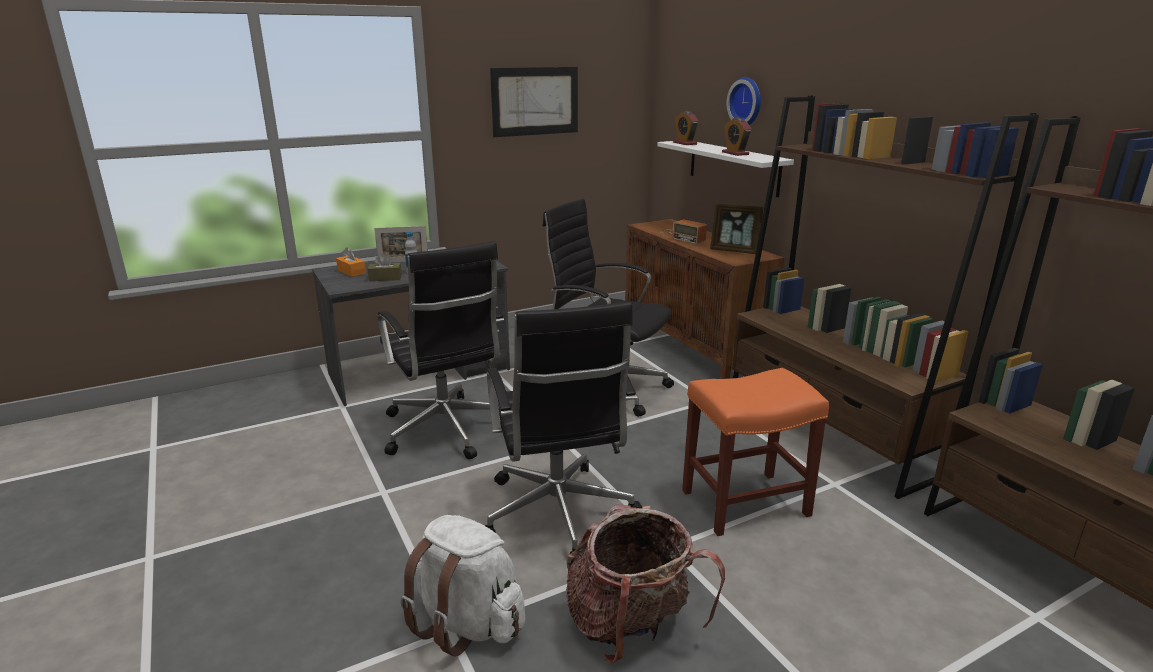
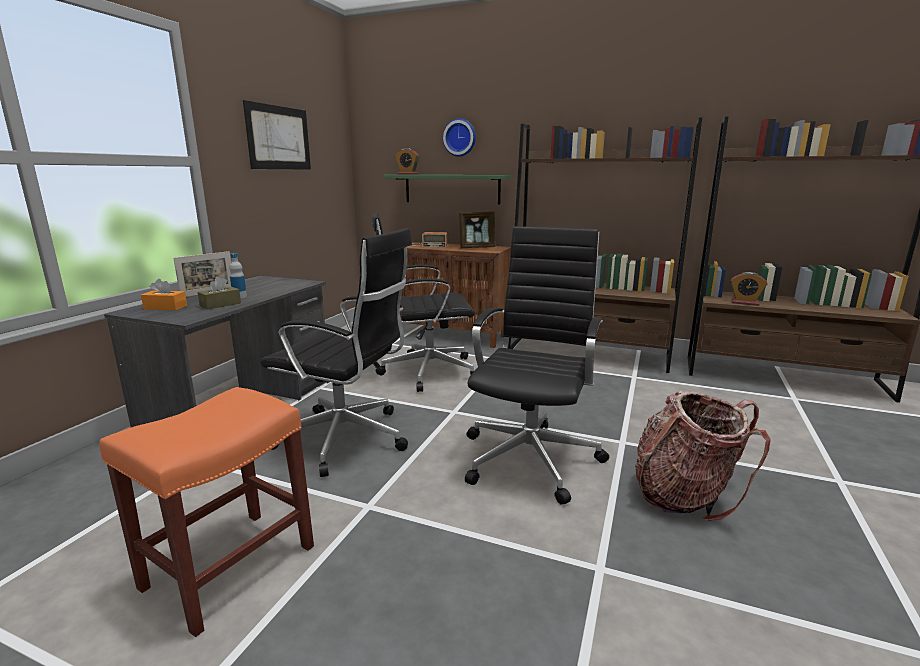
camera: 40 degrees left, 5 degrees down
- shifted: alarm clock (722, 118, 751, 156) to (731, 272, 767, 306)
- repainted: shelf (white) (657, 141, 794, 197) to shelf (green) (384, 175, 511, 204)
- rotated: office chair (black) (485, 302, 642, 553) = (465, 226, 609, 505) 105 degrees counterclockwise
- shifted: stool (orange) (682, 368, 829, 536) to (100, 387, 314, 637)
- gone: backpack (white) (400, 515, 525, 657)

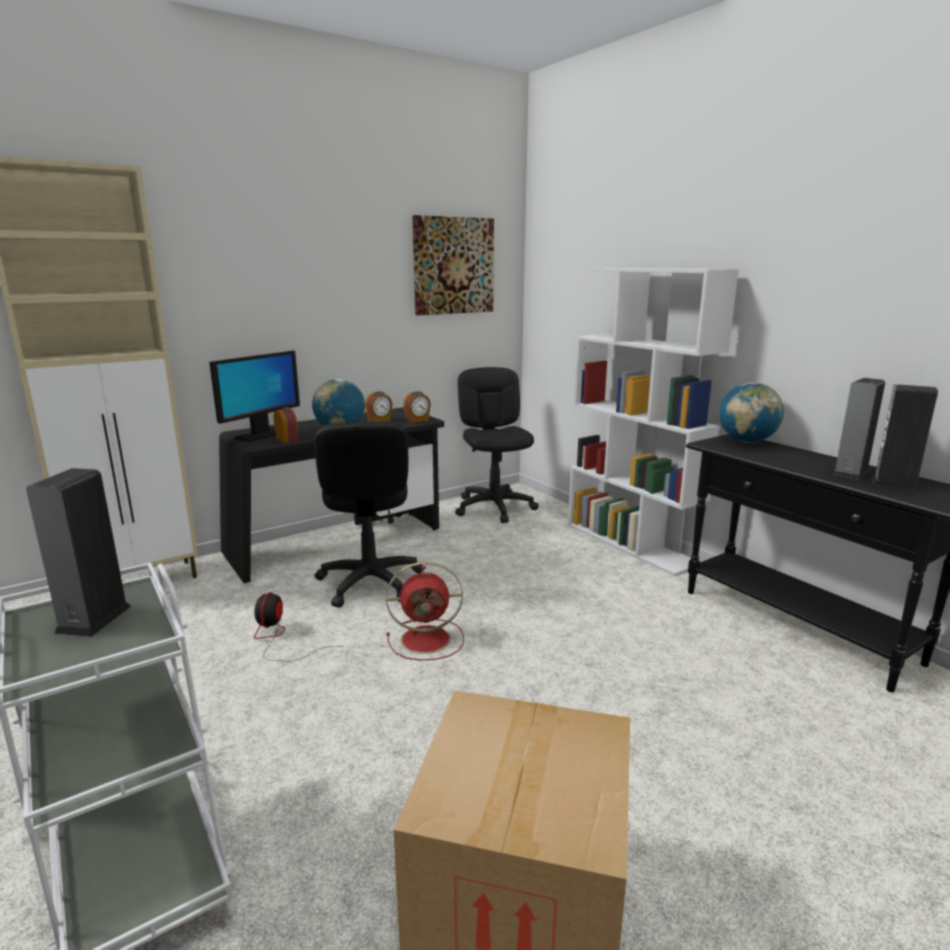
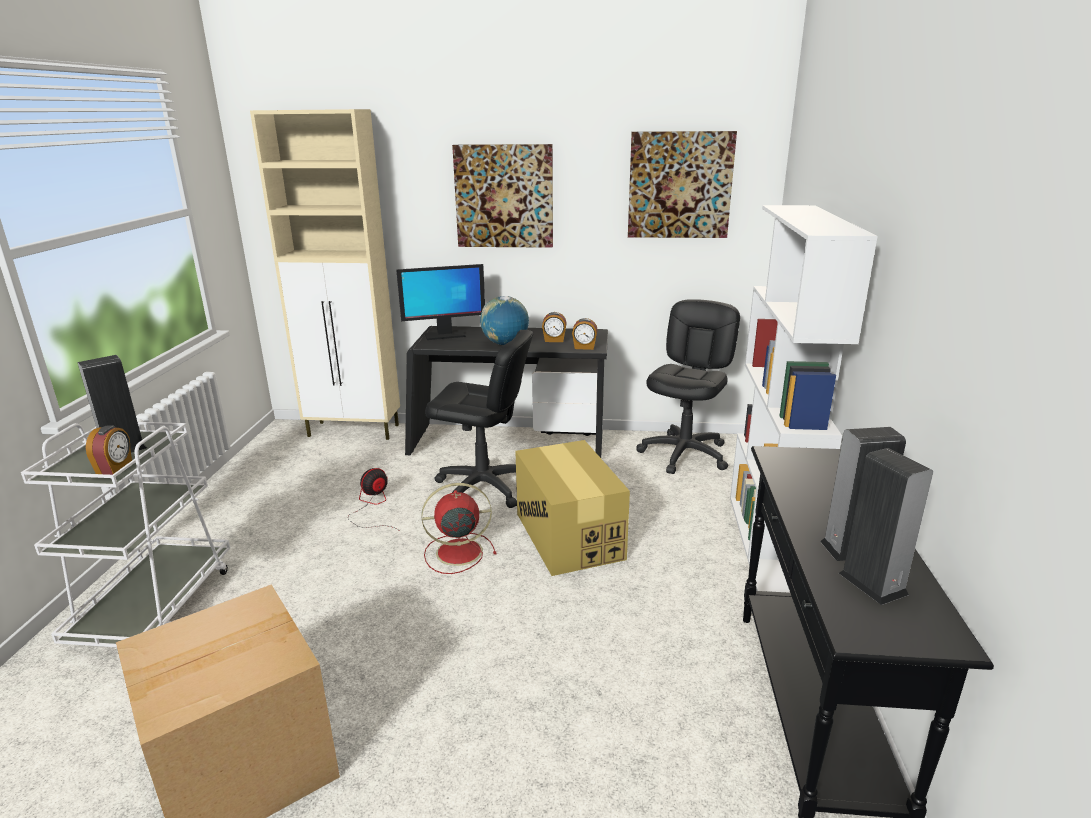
camera: 40 degrees right, 5 degrees up
- gone: globe (719, 382, 784, 443)
- shifted: alarm clock (273, 407, 298, 444) to (86, 425, 132, 475)
- rotated: office chair (black) (314, 421, 423, 607) = (425, 330, 533, 508) 105 degrees counterclockwise
- rotated: fan (red) (386, 562, 464, 661) = (421, 483, 497, 574) 135 degrees clockwise
- new: picture (452, 144, 553, 248)
- new: cardboard box (515, 440, 630, 576)

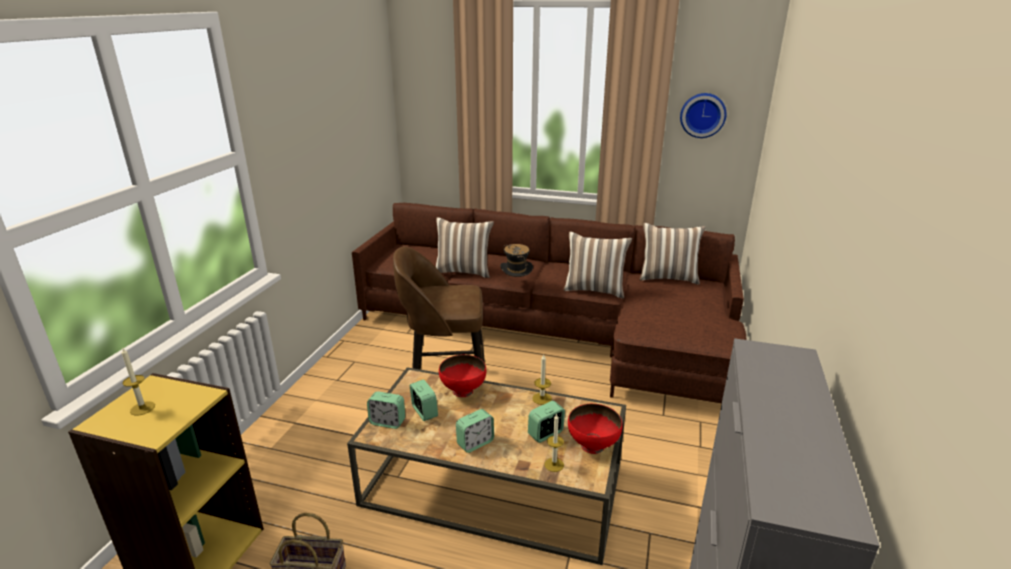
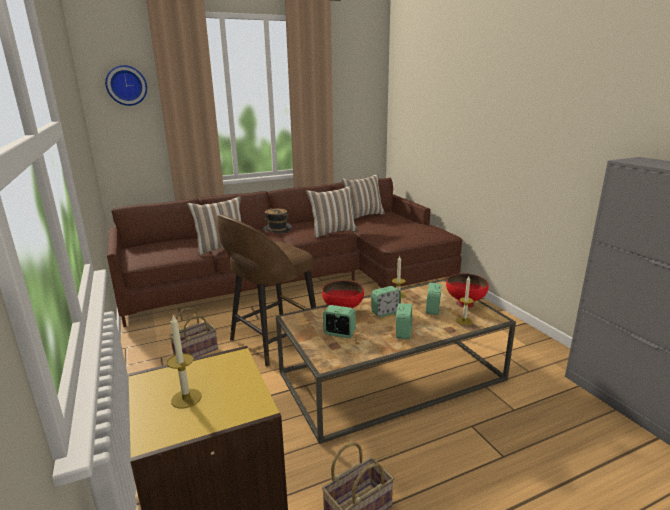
camera: 40 degrees left, 5 degrees down
- shifted: wall clock (680, 93, 727, 138) to (105, 65, 147, 106)
- shifted: alarm clock (367, 391, 405, 429) to (371, 286, 401, 317)
- new: basket (169, 308, 218, 358)

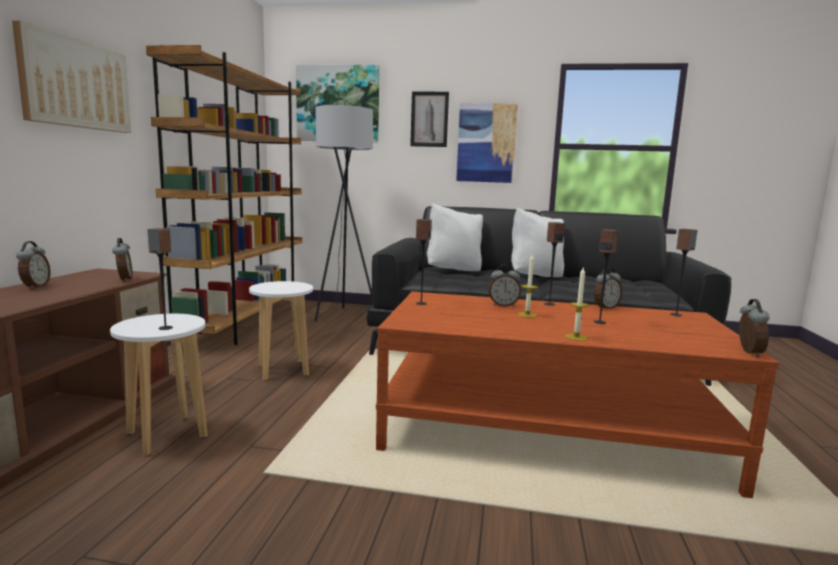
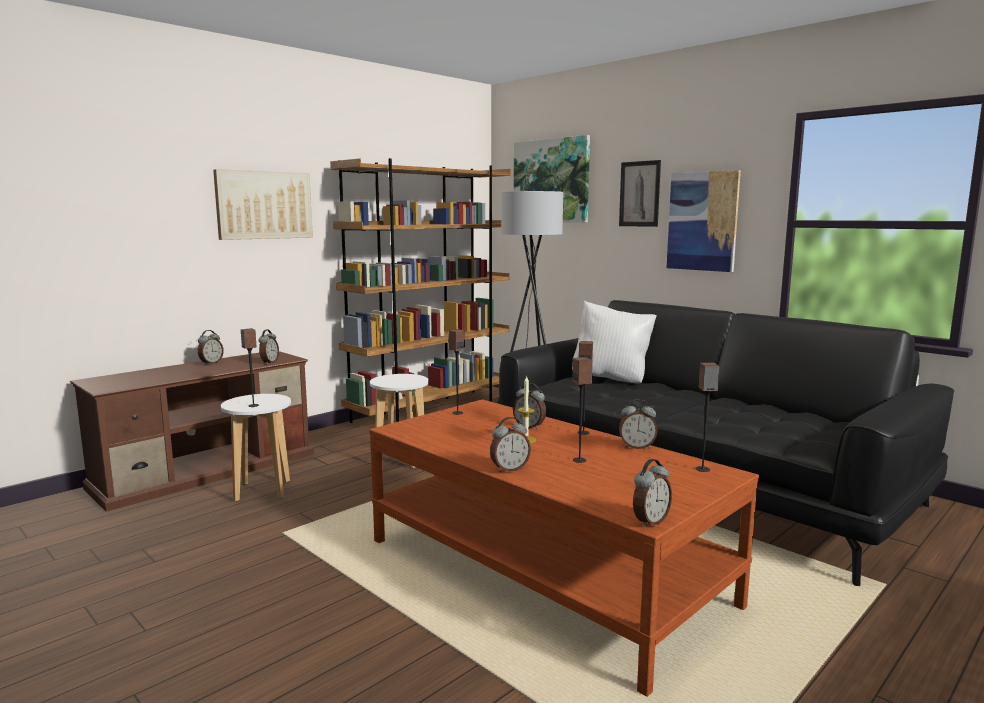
camera: 35 degrees right, 0 degrees up
- gone: pillow (white) (511, 208, 564, 277)
- swapped: candle (565, 268, 589, 341) to alarm clock (490, 417, 531, 472)

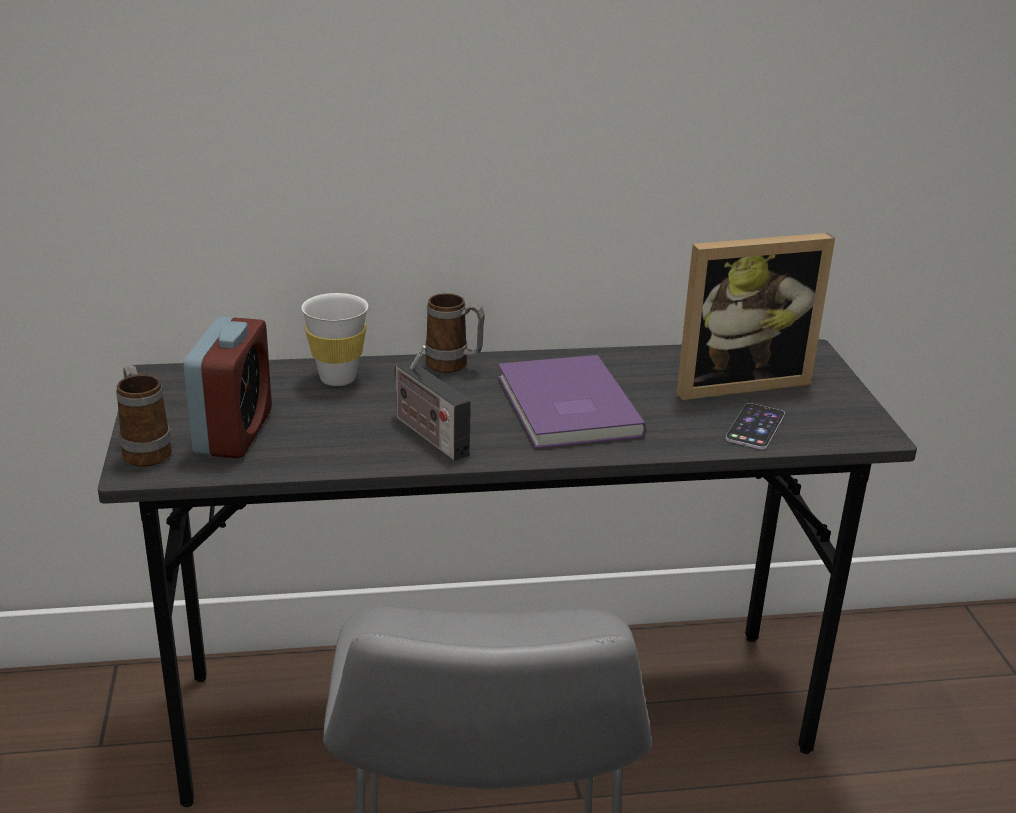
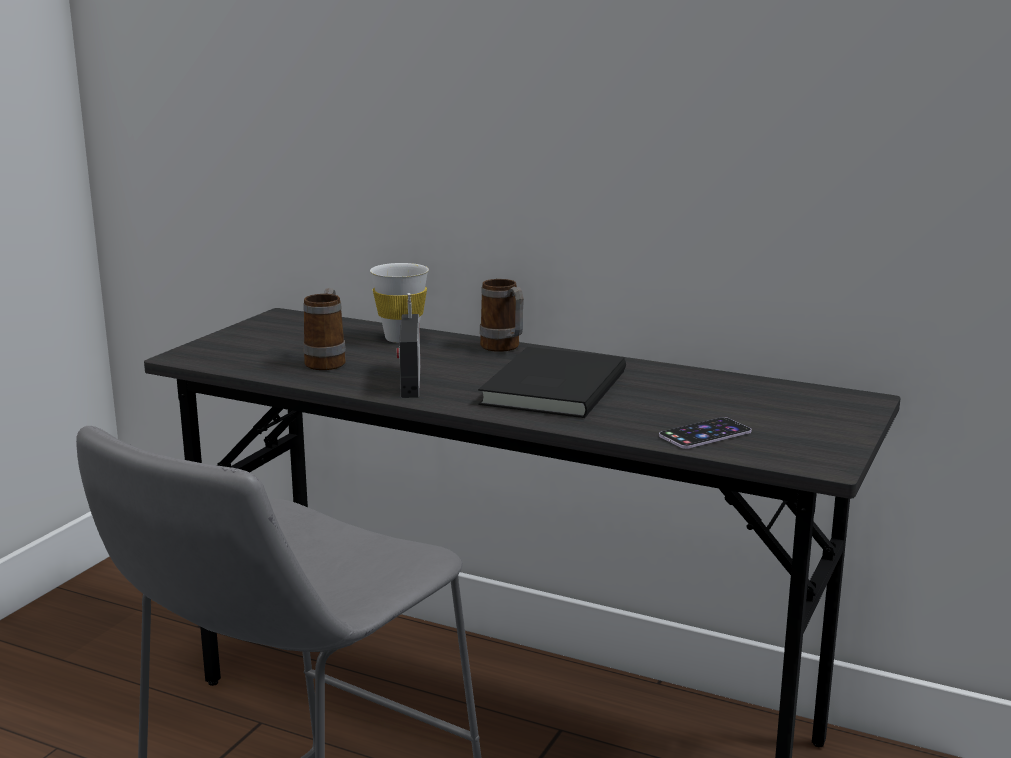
camera: 35 degrees right, 10 degrees down
- gone: picture frame (677, 233, 835, 400)
- gone: alarm clock (183, 317, 272, 458)
- repainted: book (purple) (498, 355, 646, 449) to book (black) (478, 347, 626, 418)
- shifted: mug (116, 365, 172, 466) to (303, 288, 346, 370)

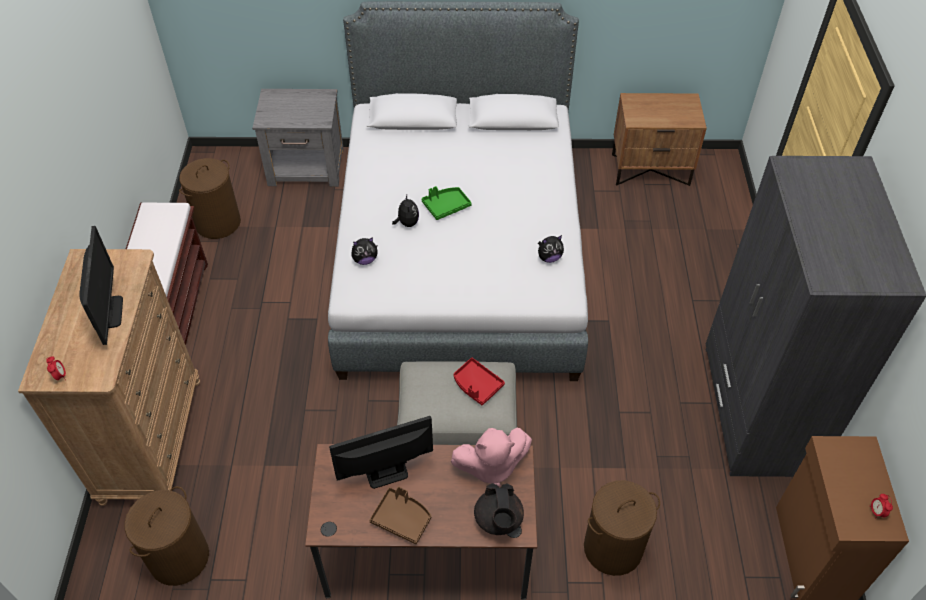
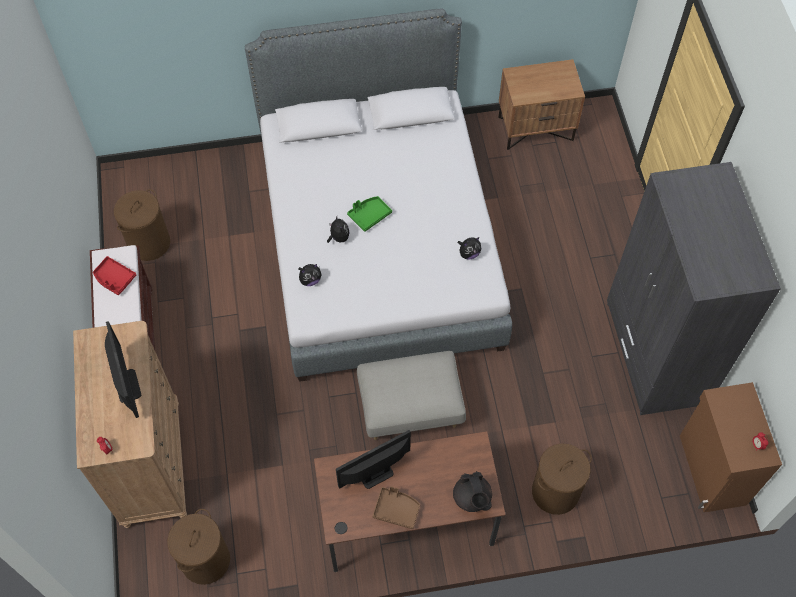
camera: 10 degrees left, 10 degrees up
- gone: nightstand (grey) (252, 89, 344, 187)
- shifted: tray (red) (453, 358, 505, 405) to (93, 256, 136, 295)
- gone: plush toy (pink) (451, 428, 532, 487)

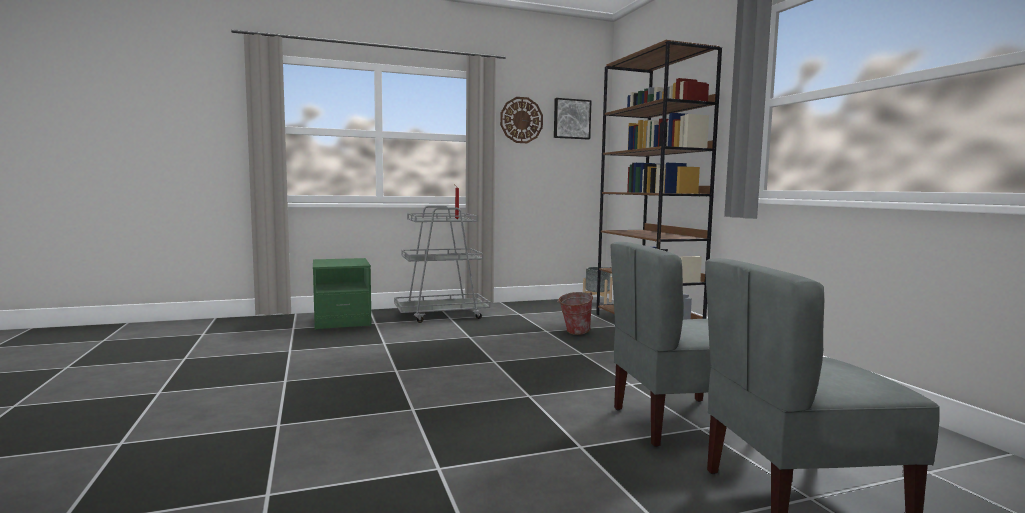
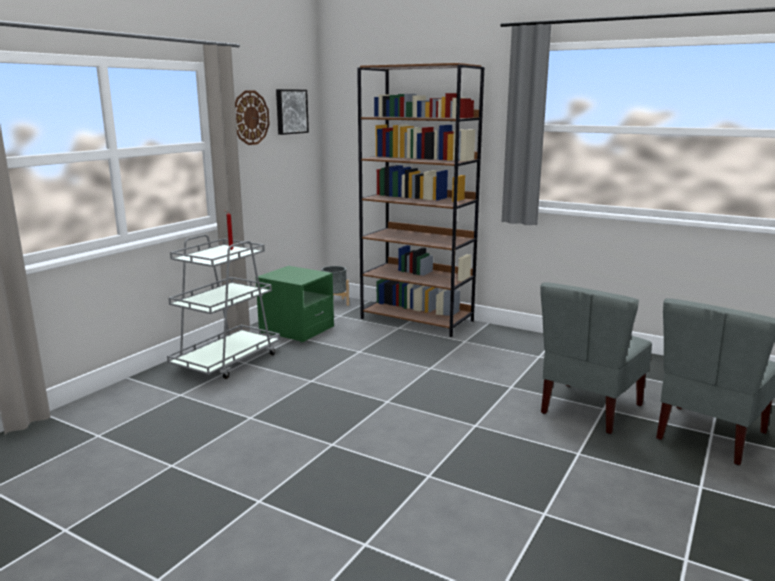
camera: 40 degrees left, 10 degrees up
- shifted: nightstand (green) (313, 258, 372, 330) to (256, 266, 334, 343)
- gone: bucket (557, 292, 593, 335)

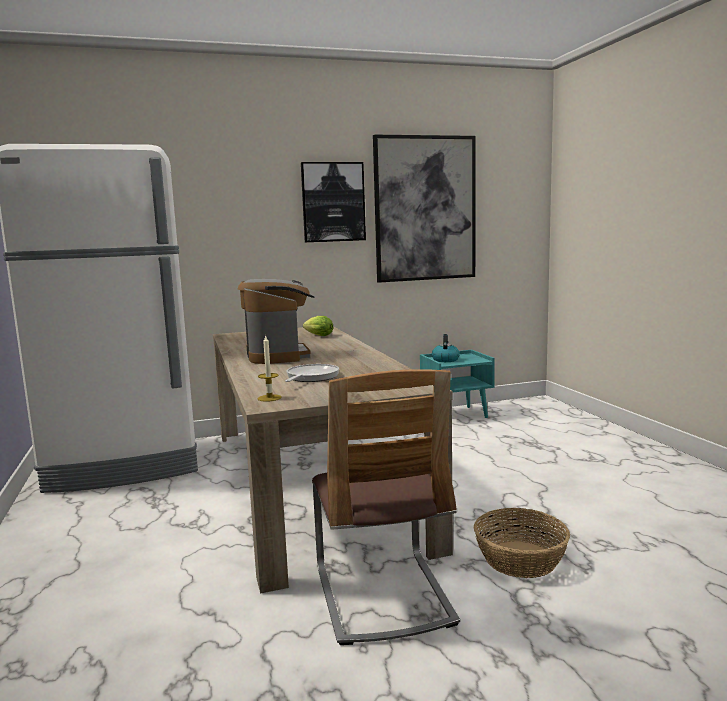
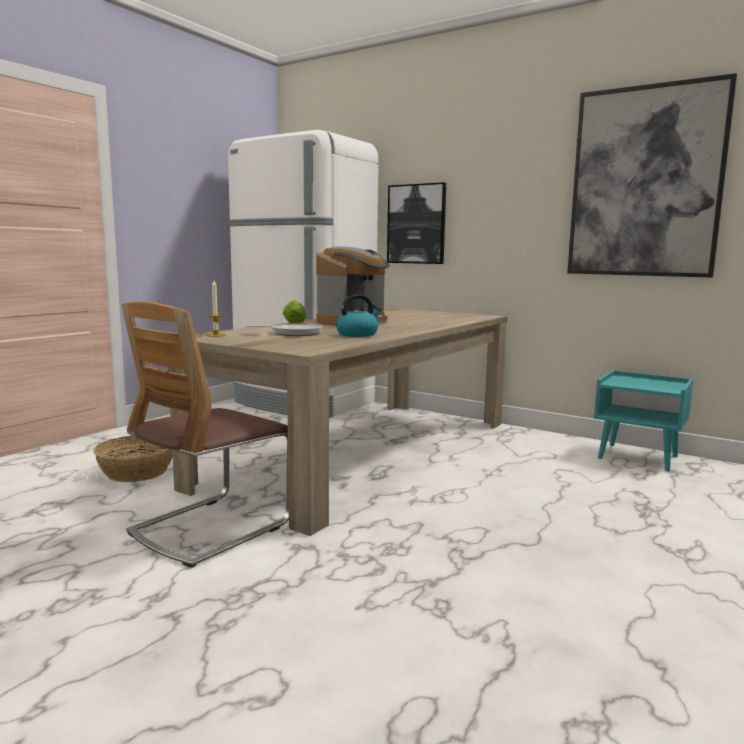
camera: 50 degrees right, 0 degrees up
- shifted: picture (301, 162, 366, 242) to (387, 182, 446, 264)
- shifted: lettuce (303, 316, 333, 336) to (283, 300, 306, 324)
- shifted: kettle (432, 334, 460, 362) to (336, 294, 382, 337)
- shifted: basket (474, 508, 570, 578) to (93, 435, 173, 482)

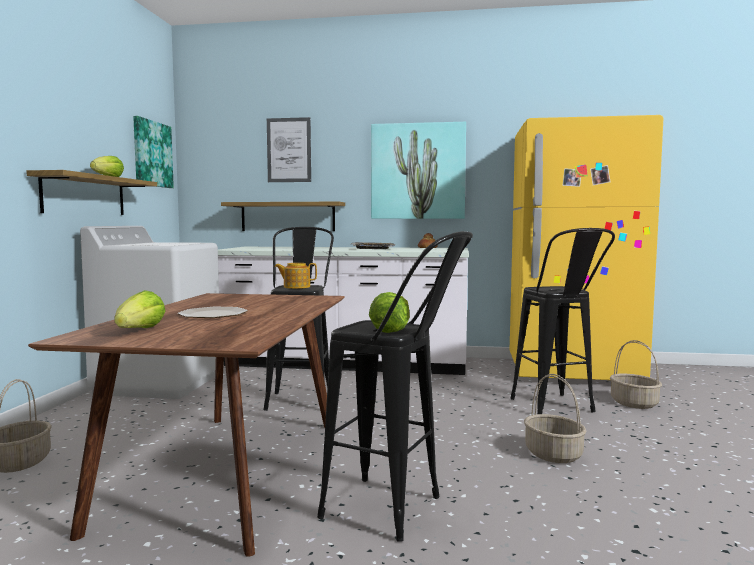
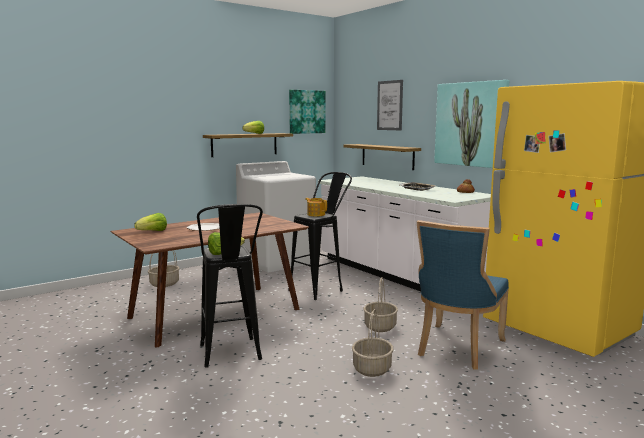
camera: 45 degrees right, 5 degrees up
- swapped: stool (black) (510, 228, 615, 414) to chair (blue) (417, 220, 509, 370)
- shifted: basket (610, 340, 662, 409) to (364, 277, 398, 332)

